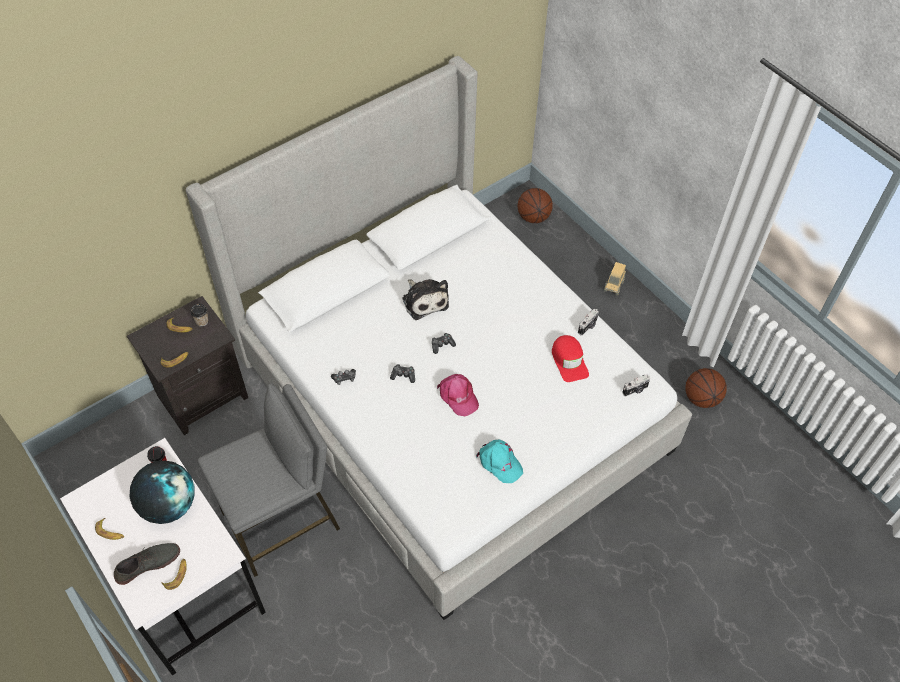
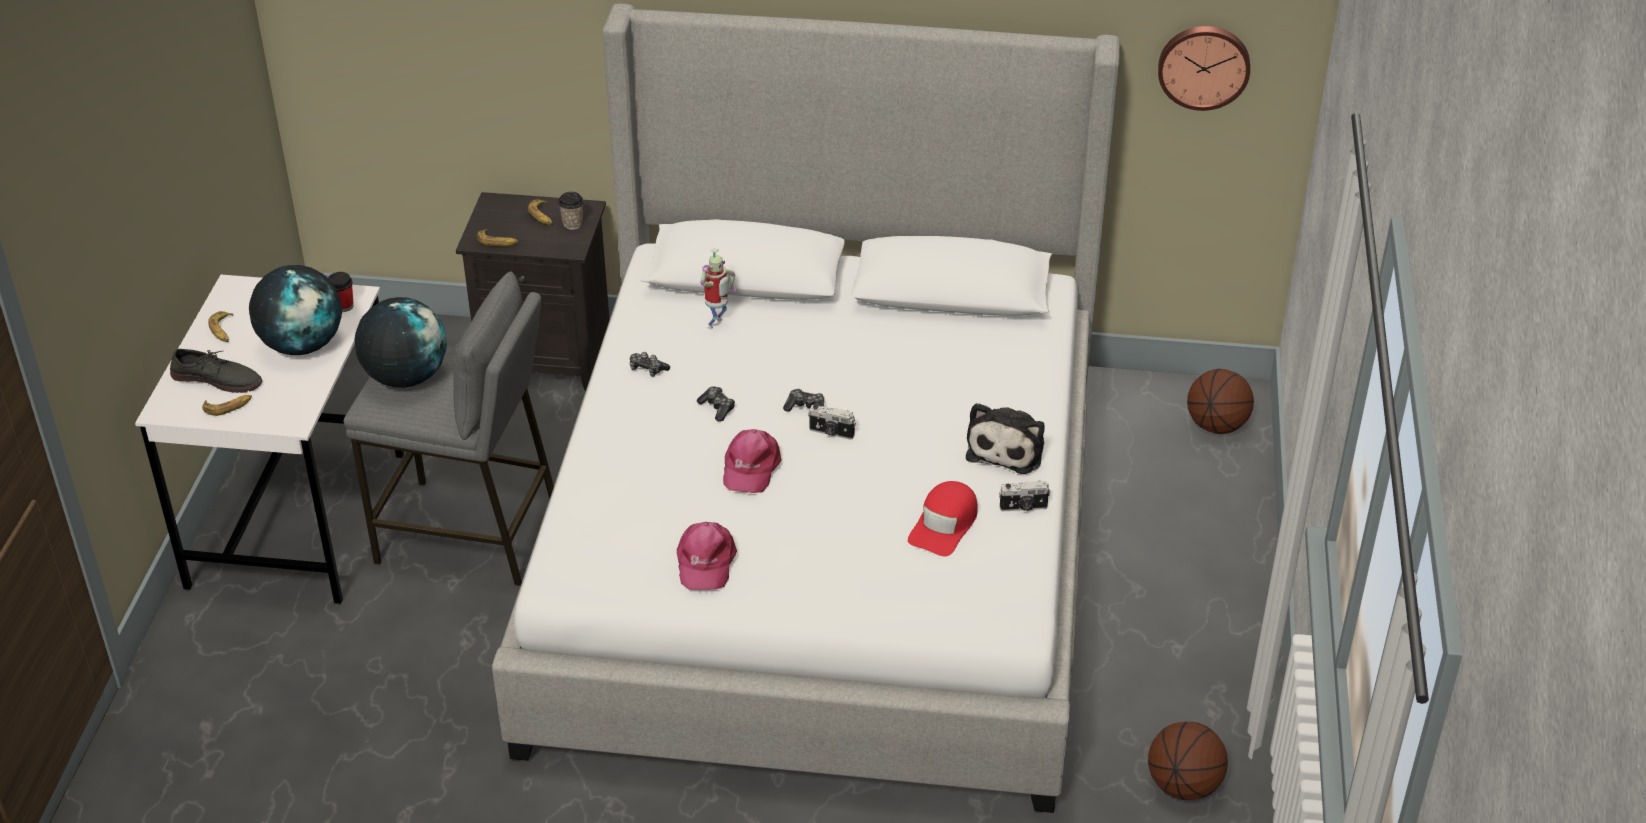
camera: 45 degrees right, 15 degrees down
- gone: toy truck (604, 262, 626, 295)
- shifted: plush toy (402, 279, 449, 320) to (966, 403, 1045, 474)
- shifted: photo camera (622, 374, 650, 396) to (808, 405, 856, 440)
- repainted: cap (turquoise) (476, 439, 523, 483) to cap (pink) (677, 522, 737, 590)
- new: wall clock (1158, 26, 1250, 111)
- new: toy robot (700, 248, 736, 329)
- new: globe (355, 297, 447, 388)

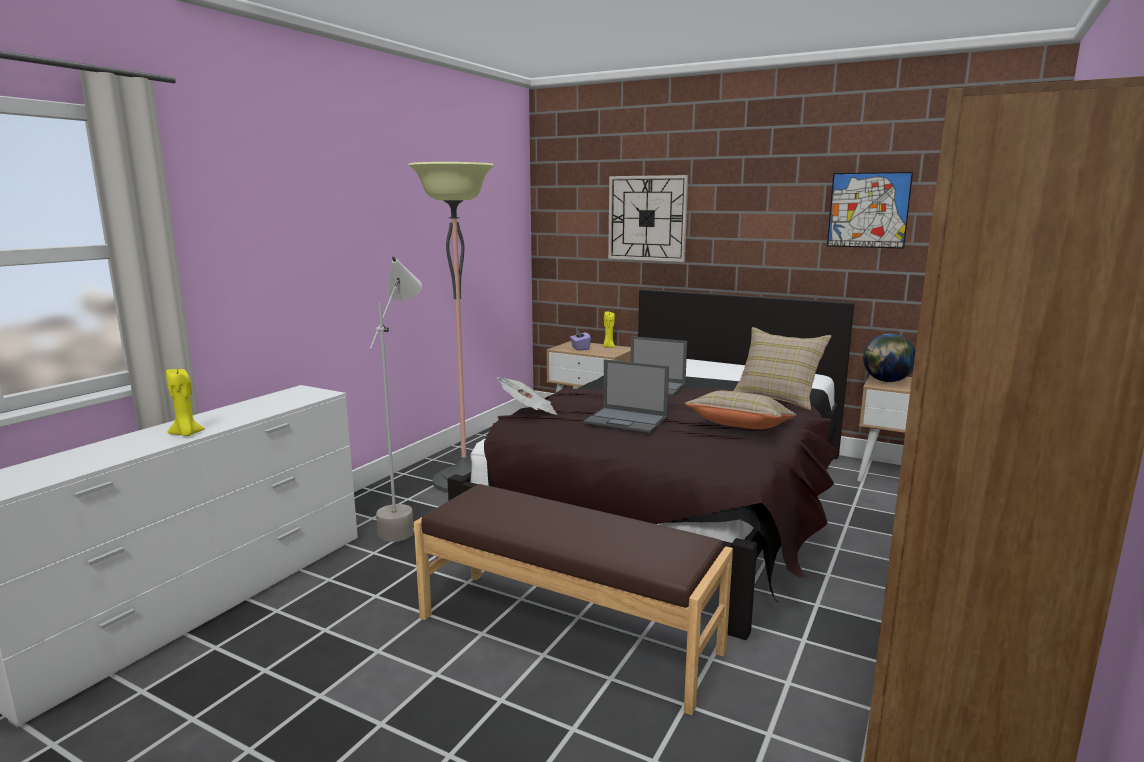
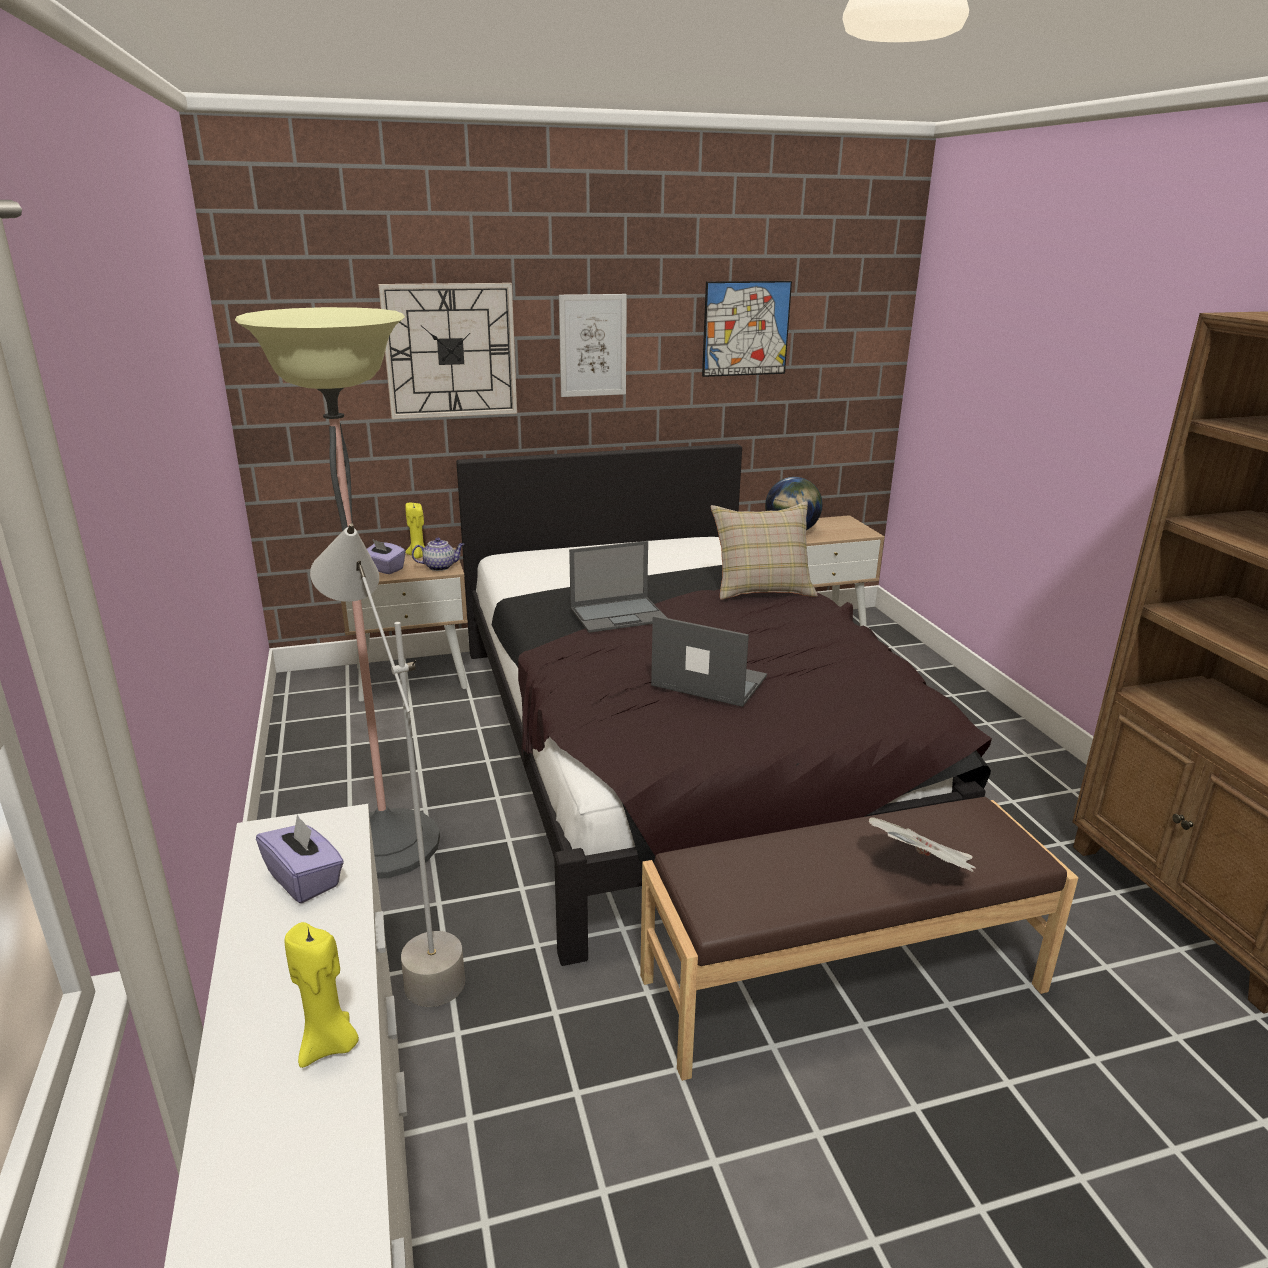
camera: 45 degrees left, 10 degrees up
- rotated: laptop (583, 359, 669, 433) = (651, 616, 767, 707) 135 degrees counterclockwise
- shifted: newspaper (497, 377, 557, 415) to (869, 817, 976, 872)
- gone: pillow (beige) (685, 391, 796, 429)
- new: picture (559, 294, 627, 397)
- new: teapot (412, 538, 465, 571)
- new: tissue box (purple) (256, 814, 344, 904)

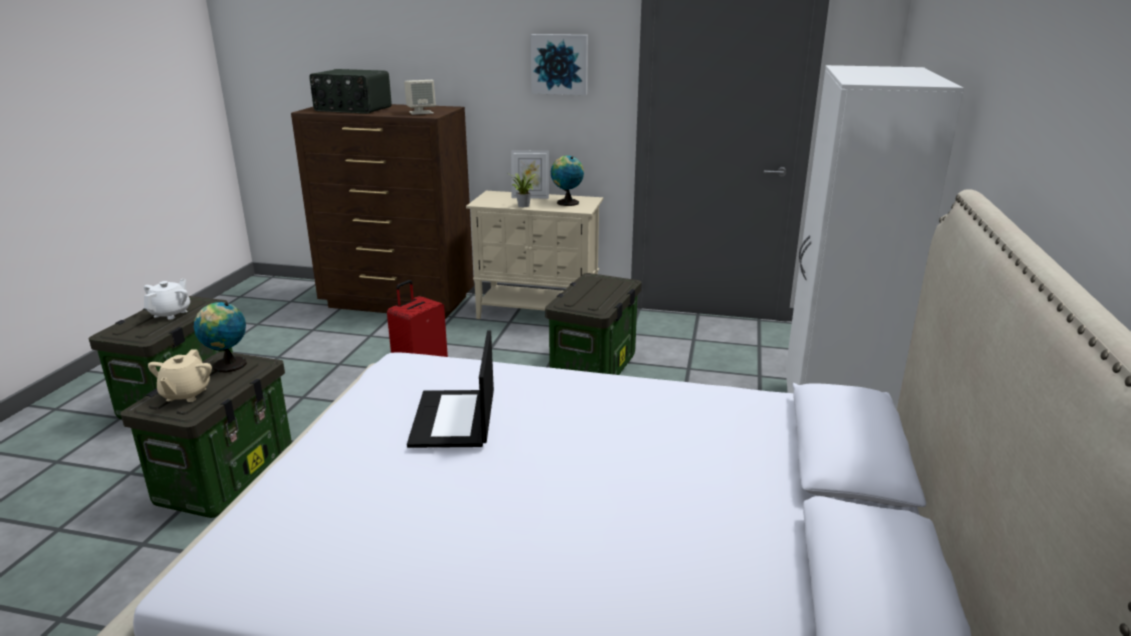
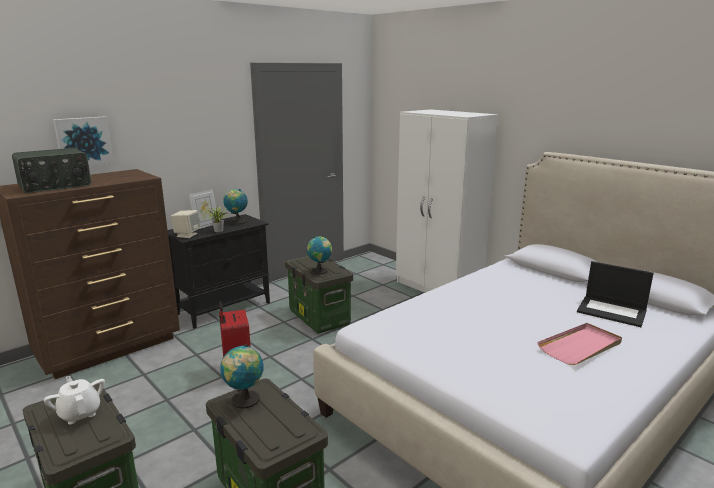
camera: 55 degrees left, 5 degrees down
- shifted: picture (531, 34, 588, 95) to (53, 117, 114, 166)
- shifted: speaker (beige) (404, 80, 436, 115) to (171, 210, 201, 238)
- repainted: cabinet (beige) (466, 191, 603, 319) to cabinet (black) (168, 214, 270, 329)
- shifted: laptop (407, 330, 494, 448) to (577, 261, 654, 327)
- gone: teapot (beige) (148, 349, 212, 402)
- new: globe (307, 236, 332, 275)
- new: tray (pink) (537, 323, 622, 365)

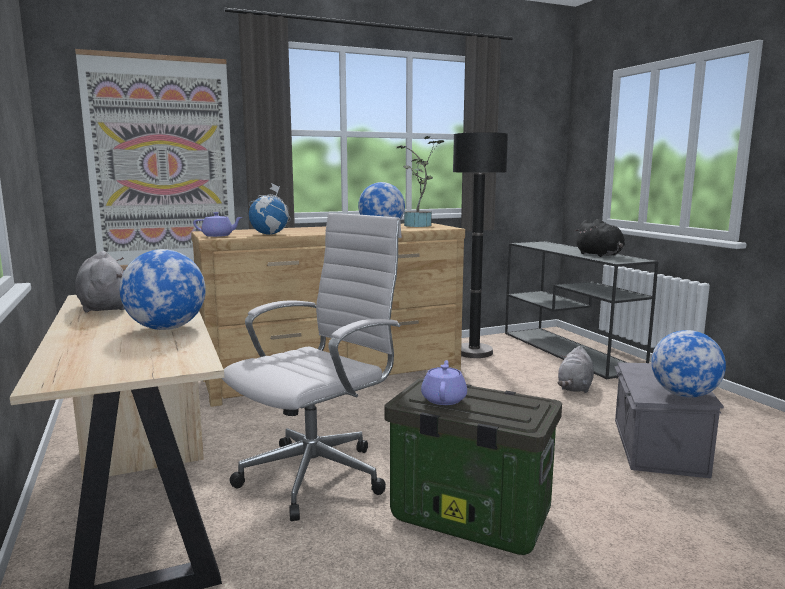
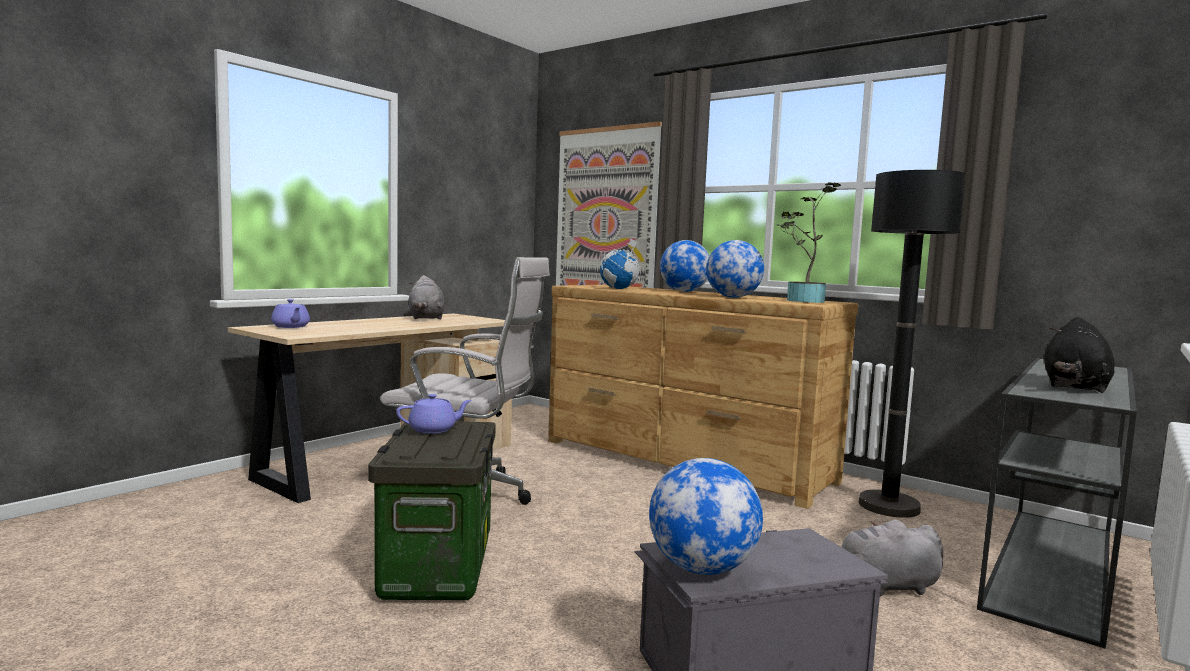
camera: 60 degrees right, 5 degrees down
- shifted: teapot (purple) (193, 212, 242, 237) to (271, 299, 310, 328)
- shifted: globe (120, 249, 206, 330) to (660, 240, 709, 292)
- rotated: plush toy (grey) (75, 251, 125, 313) = (409, 275, 445, 320) 135 degrees clockwise

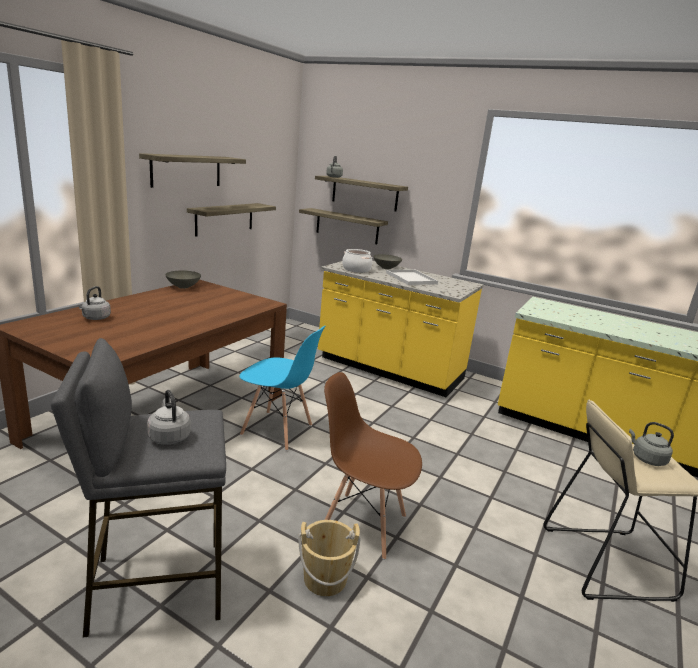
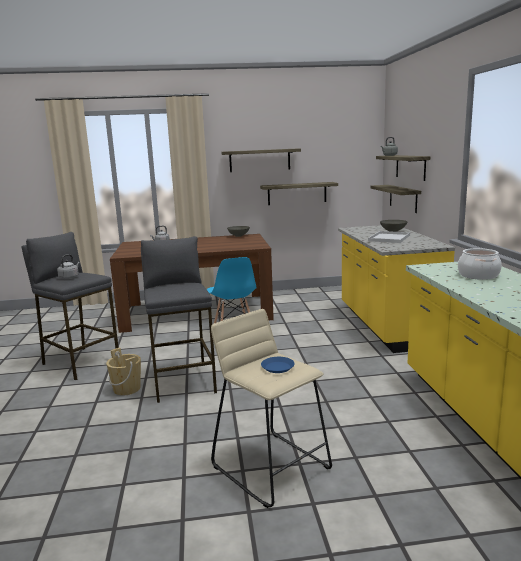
camera: 55 degrees right, 5 degrees down
- shifted: cooking pot (342, 249, 372, 273) to (458, 248, 502, 280)
- swapped: chair (brown) (324, 372, 422, 560) to stool (grey) (141, 236, 217, 403)
- swapped: kettle (grey) (629, 422, 674, 466) to plate (blue) (261, 357, 295, 373)

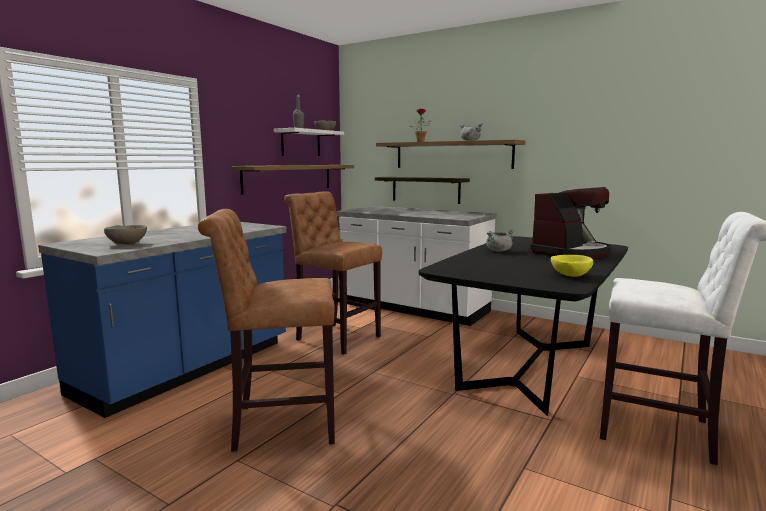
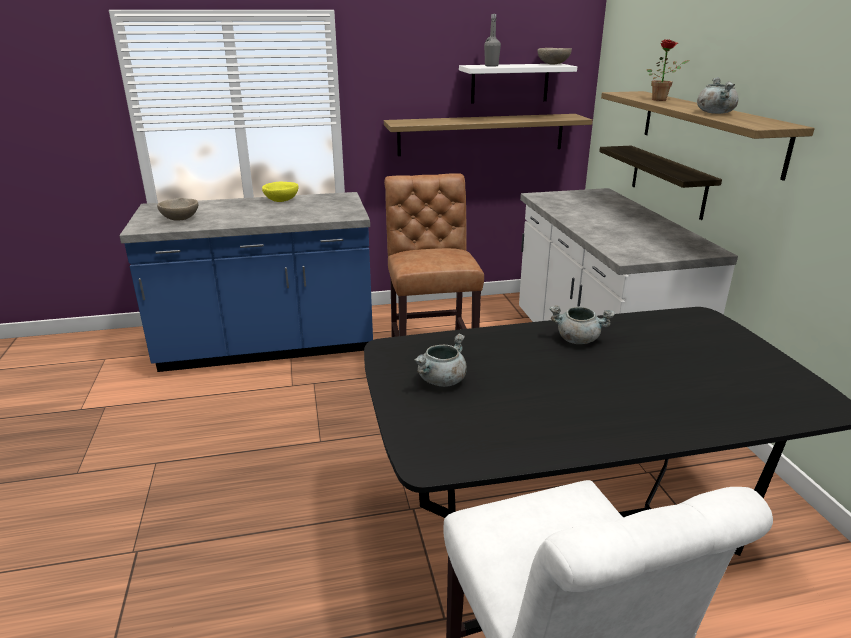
camera: 45 degrees right, 15 degrees up
- gone: coffee machine (529, 187, 611, 258)
- gone: stool (brown) (198, 209, 335, 452)
- shifted: bowl (yellow) (551, 255, 593, 277) to (262, 182, 299, 202)
- new: cooking pot (grey) (414, 334, 467, 387)

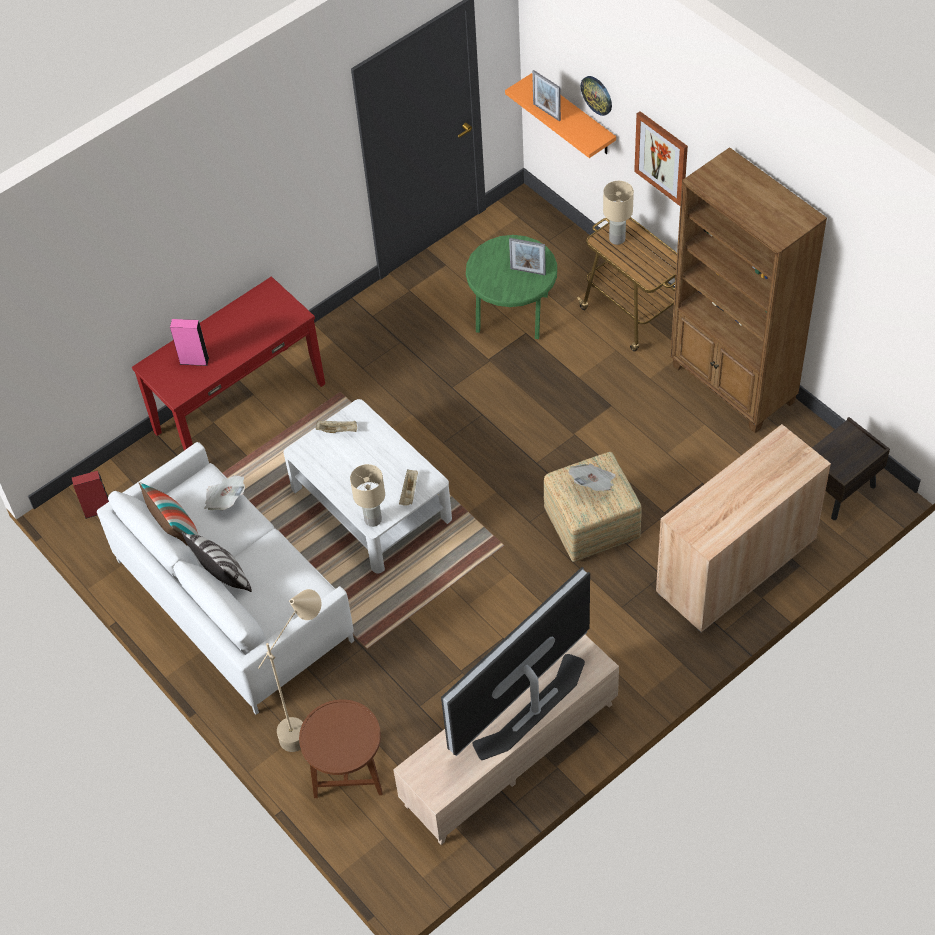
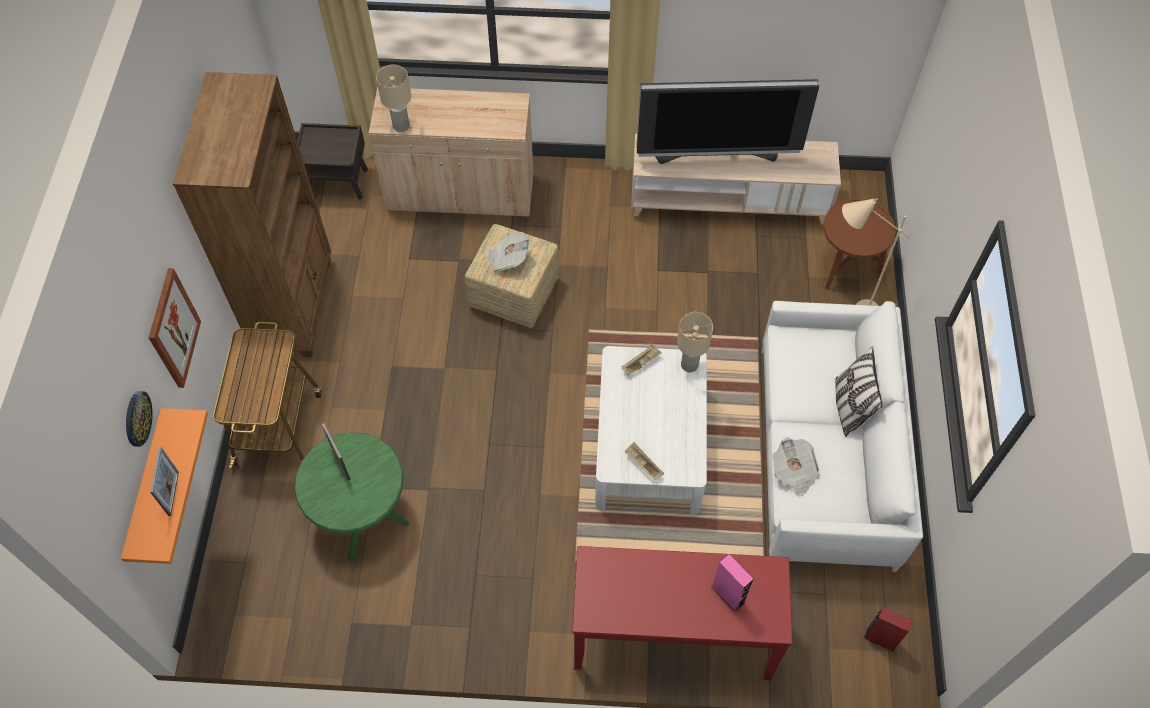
camera: 140 degrees left, 5 degrees up
- shifted: table lamp (beige) (603, 181, 634, 245) to (376, 64, 411, 132)
- gone: pillow (139, 482, 198, 546)

